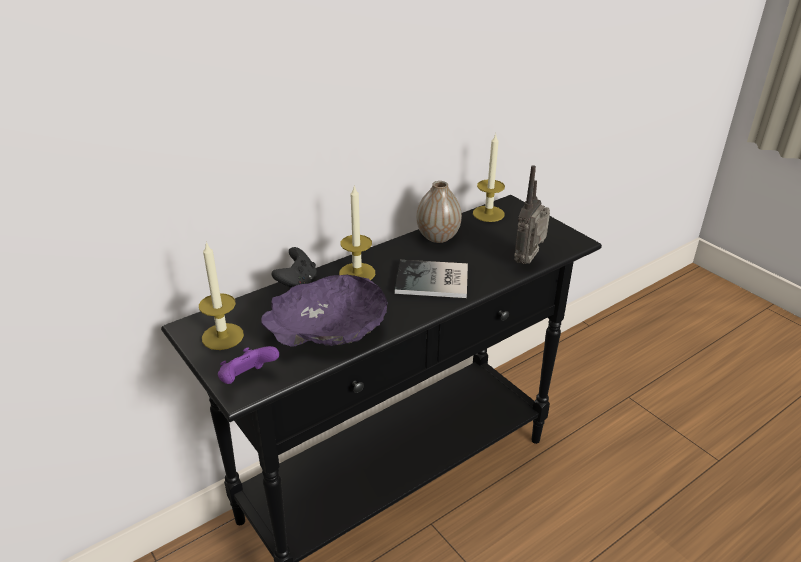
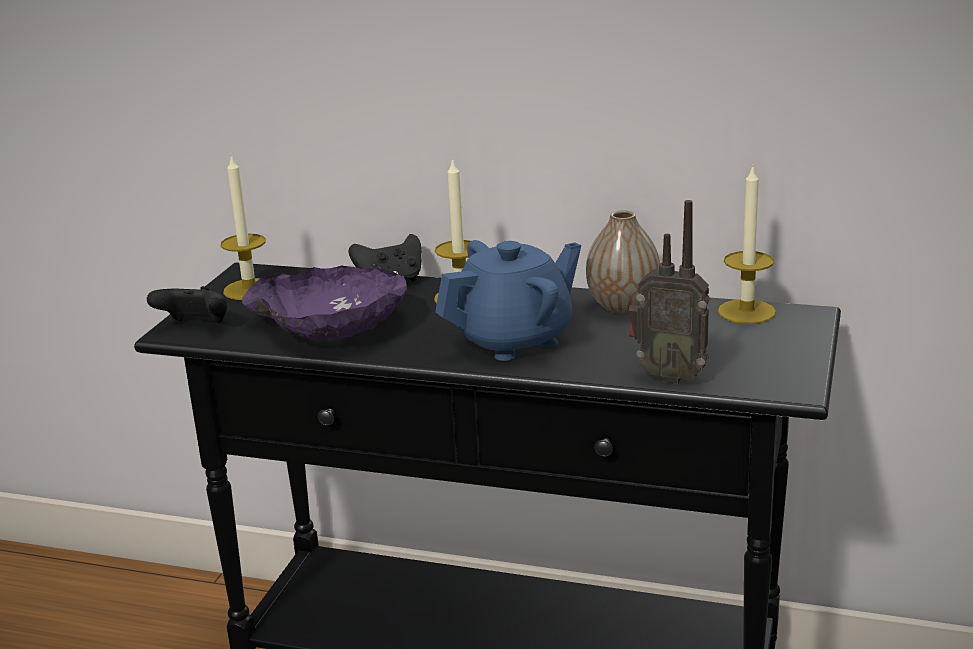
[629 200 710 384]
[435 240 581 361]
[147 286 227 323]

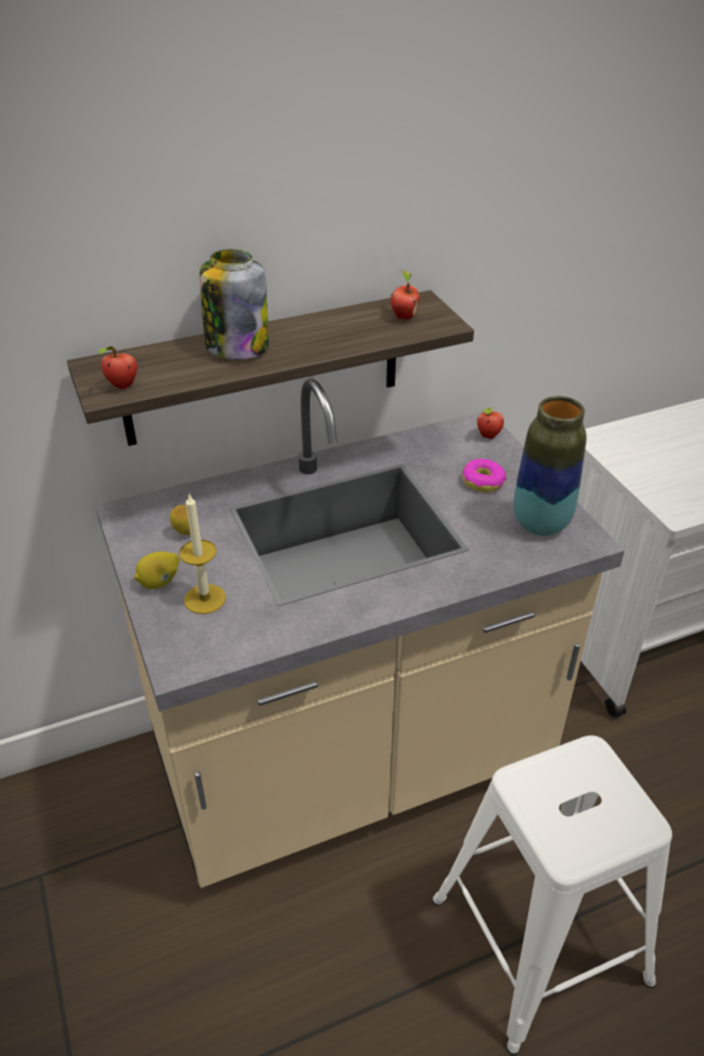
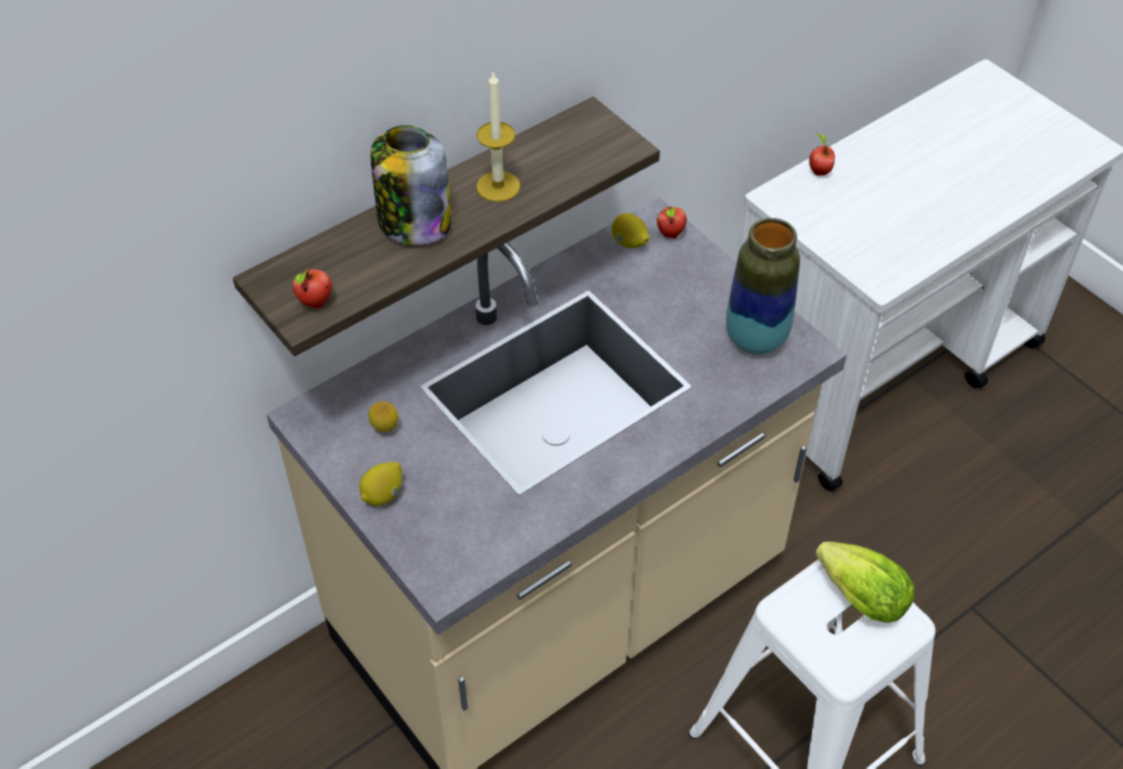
[809 133 835 175]
[462 459 506 492] (first image)
[476 73 520 202]
[611 213 649 248]
[815 542 915 623]

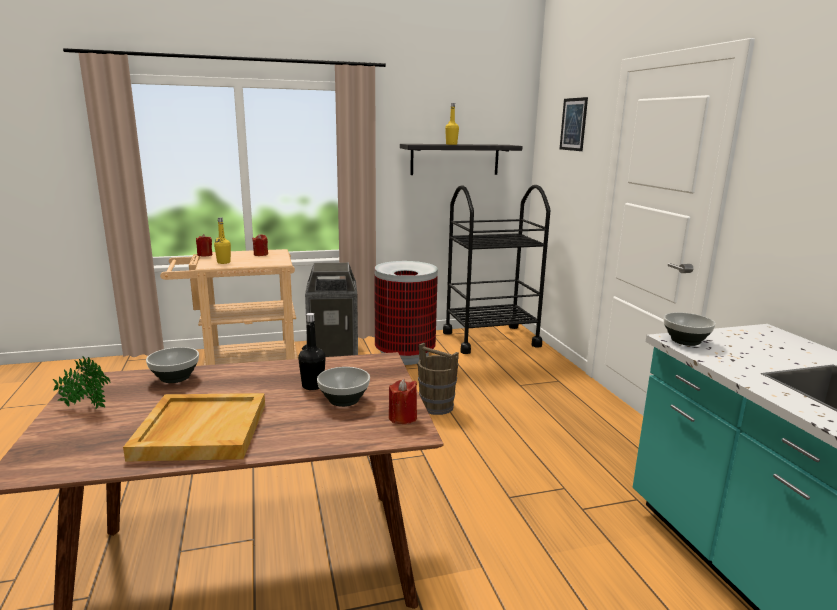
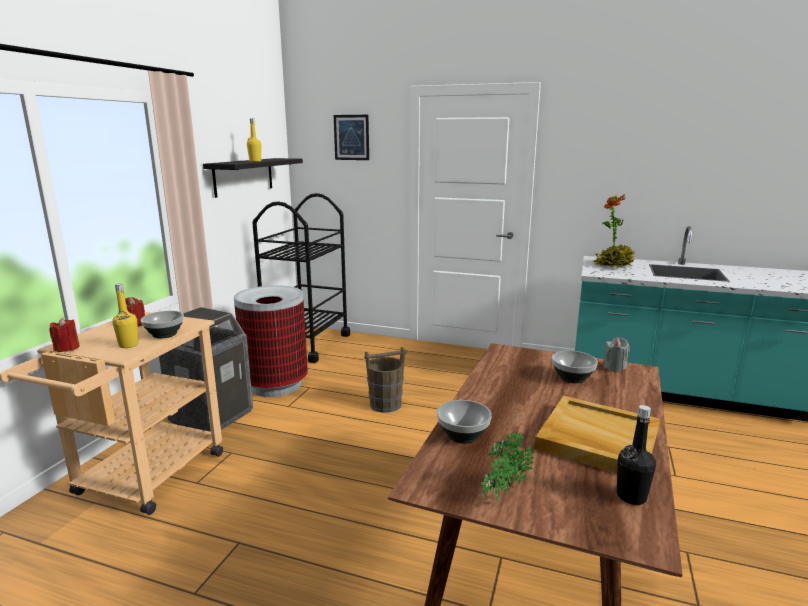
[141 311 184 338]
[617 405 656 505]
[604 337 630 372]
[593 194 635 267]

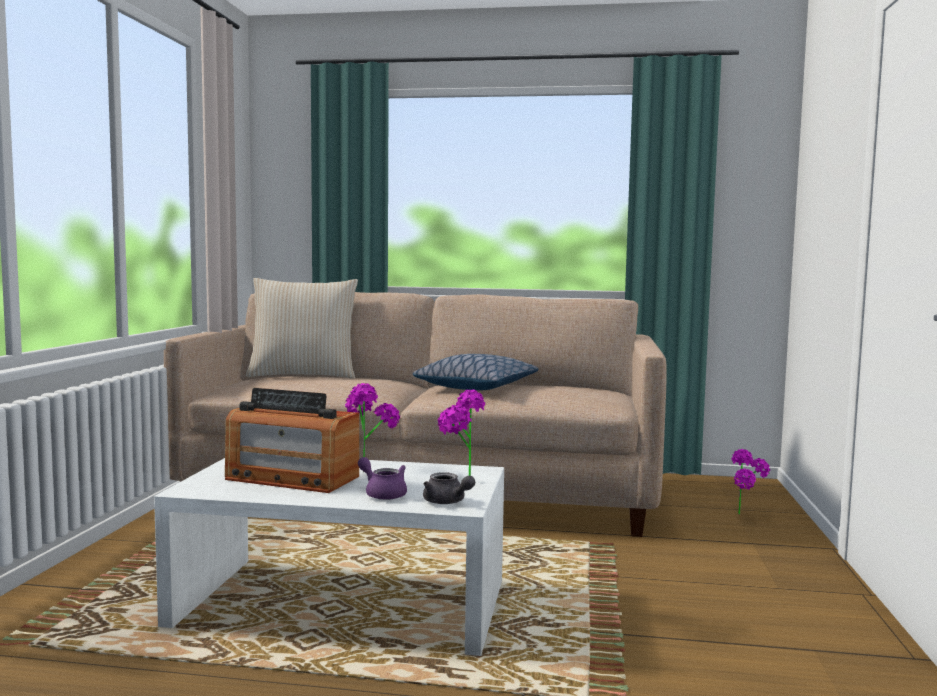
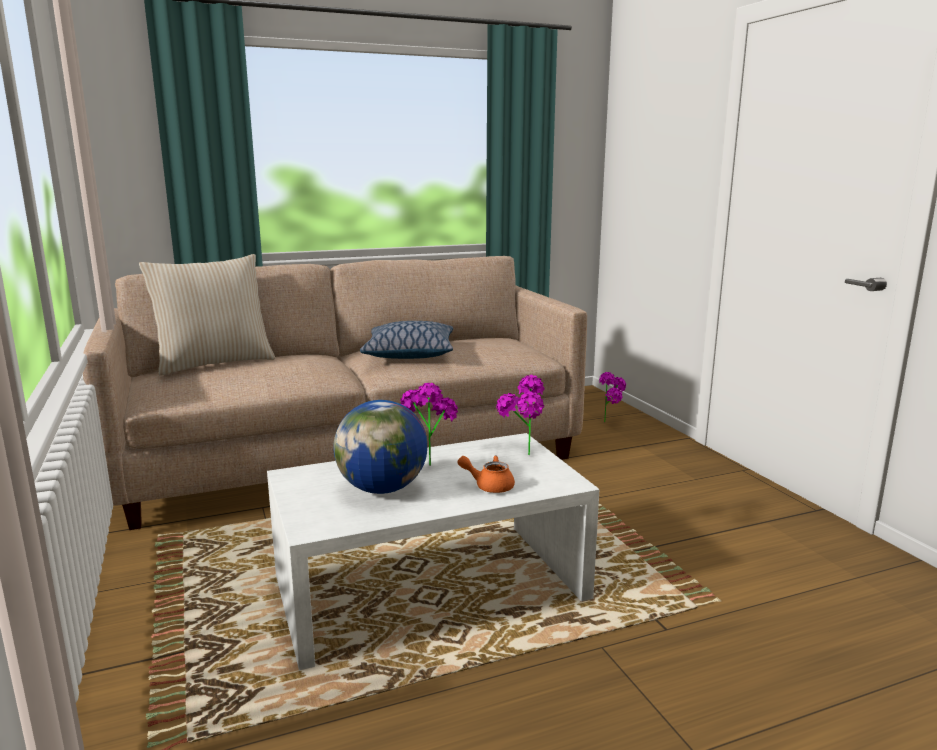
[333 400 427 494]
[458 456 515 493]
[423 472 475 504] (first image)

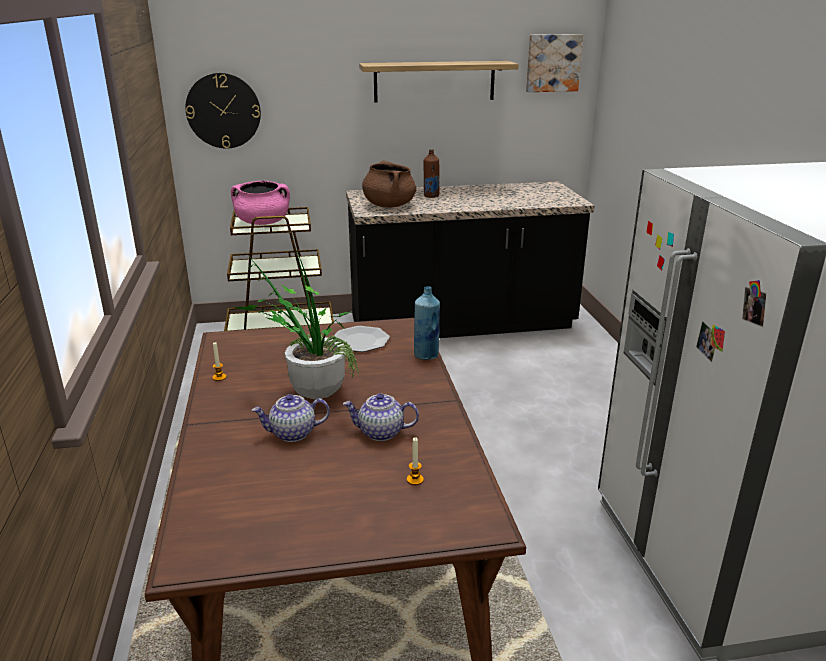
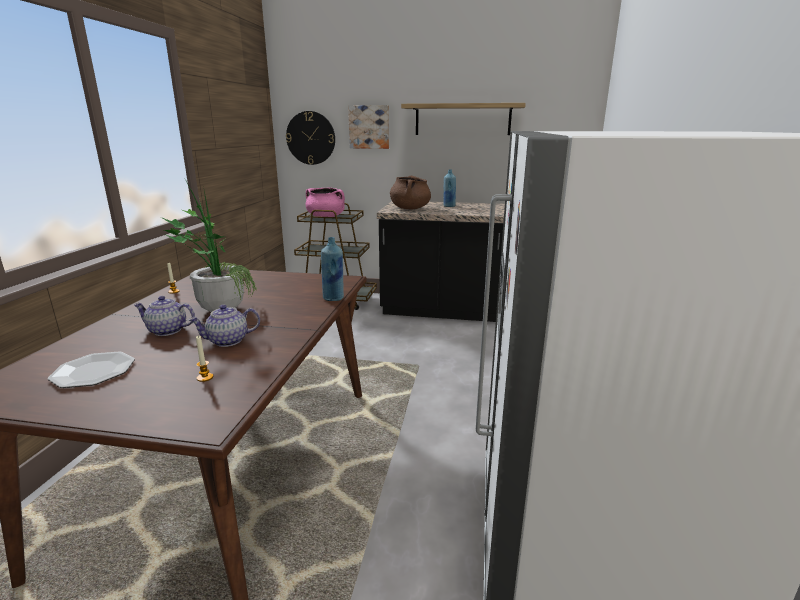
[348 105 389 149]
[443 169 456 207]
[48 352 135 388]
[188 305 260 347]

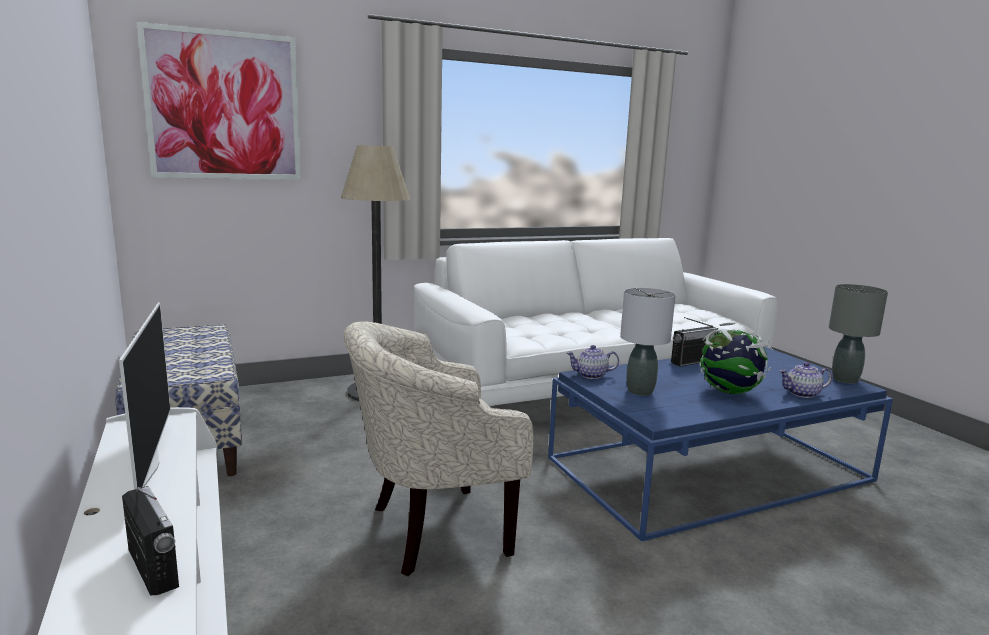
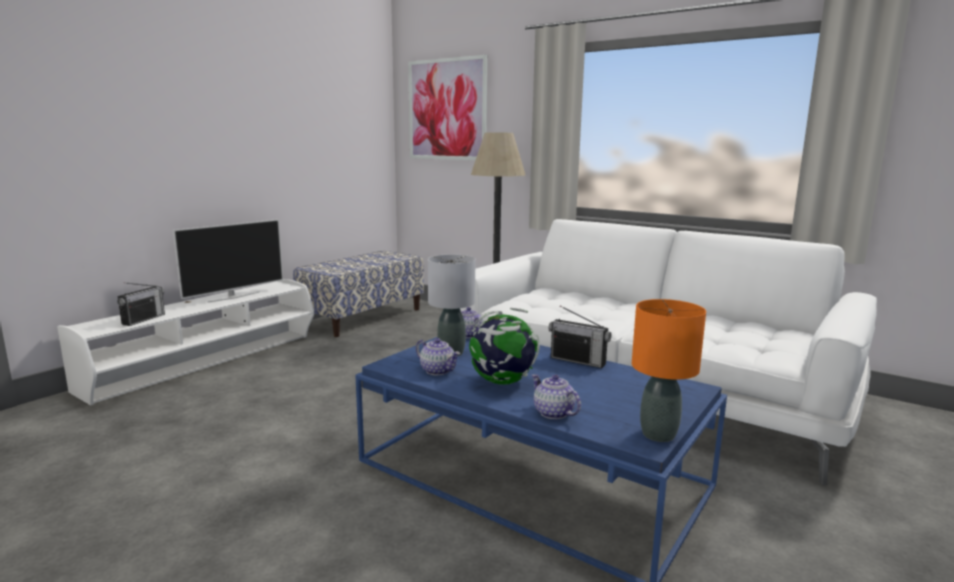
[632 299 706 442]
[343 321 533 576] (first image)
[416 338 460 375]

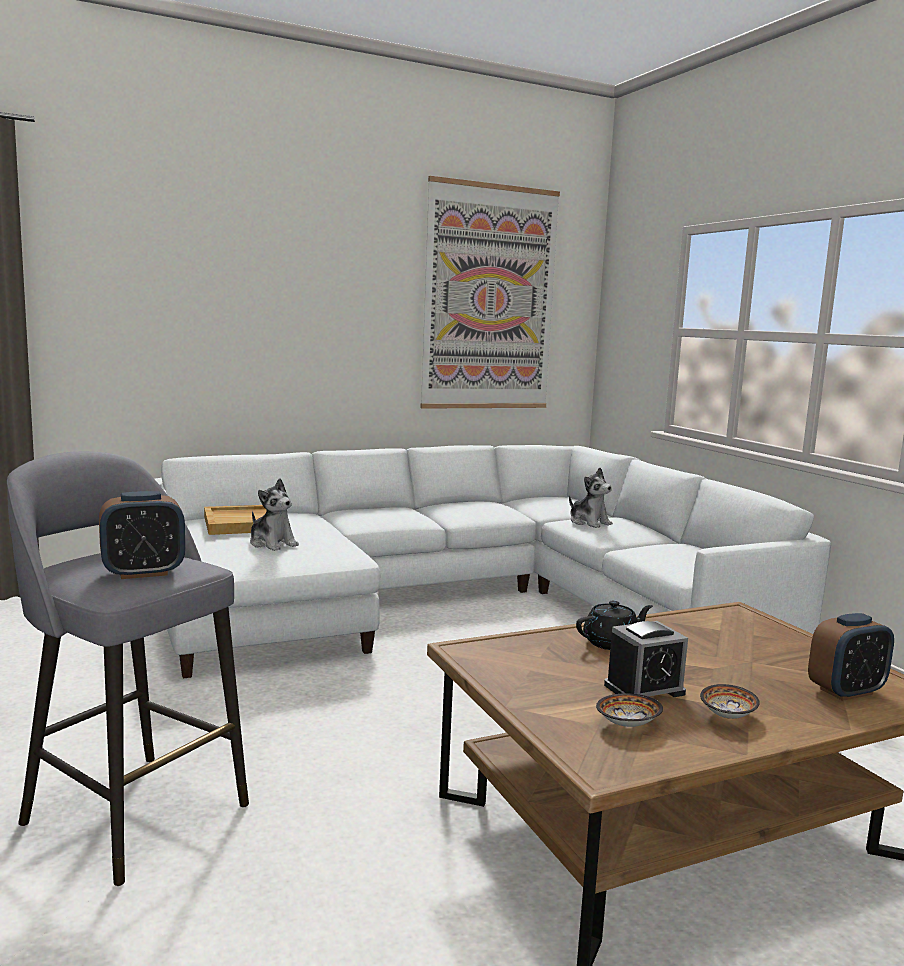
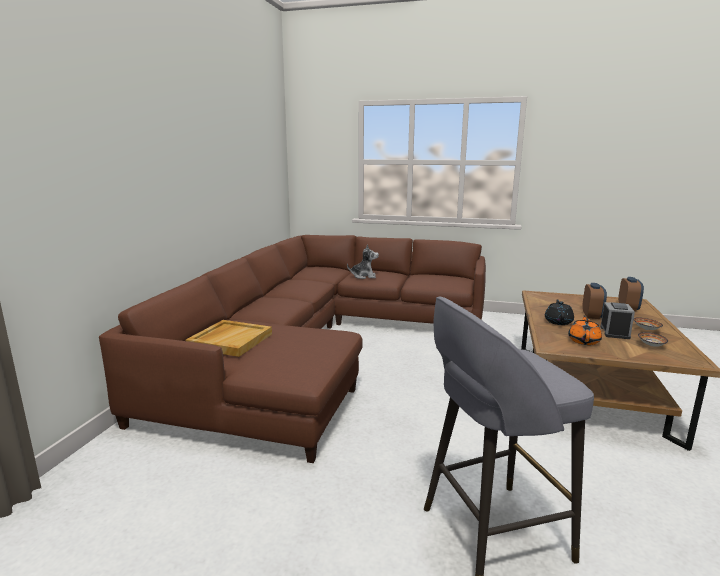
[420 176 560 409] (first image)
[99 235 486 463]
[250 478 299 551] (first image)
[582 283 607 319]
[568 316 602 345]

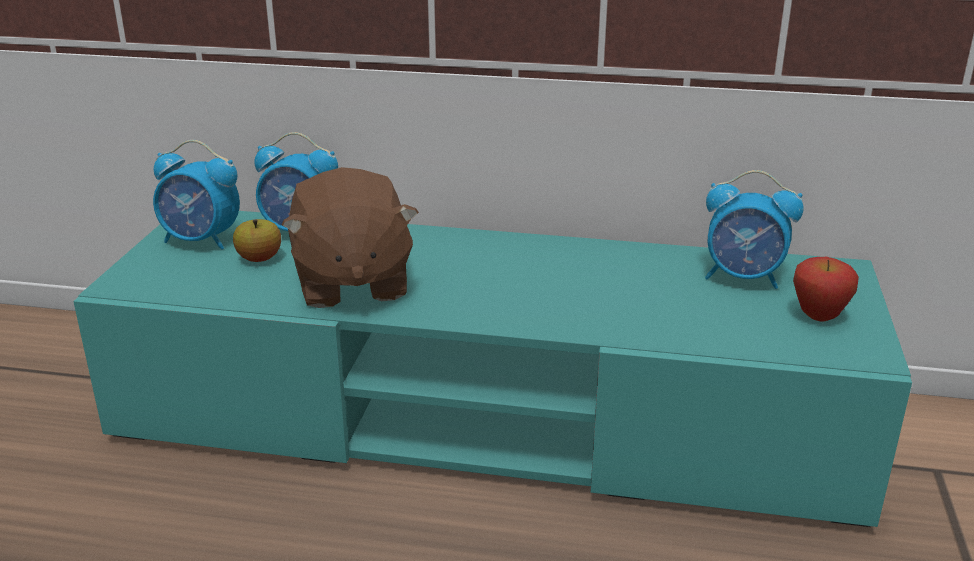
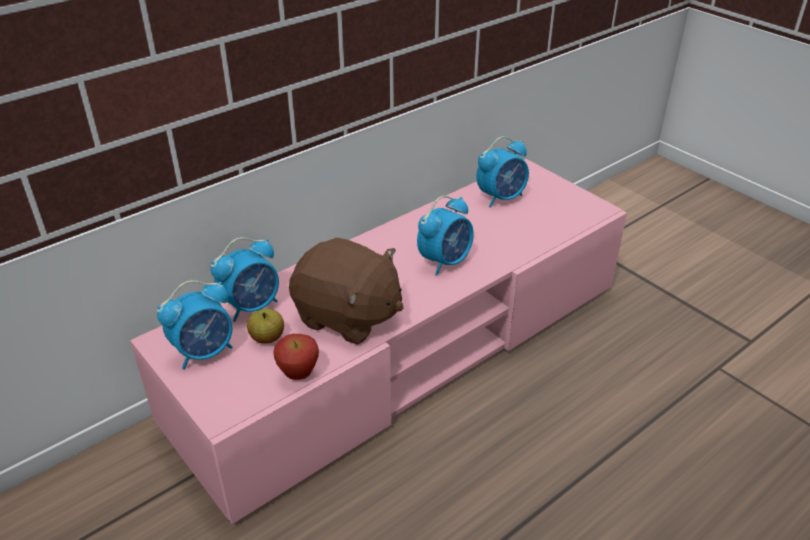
[130 159 627 524]
[273 334 319 380]
[417 196 474 276]

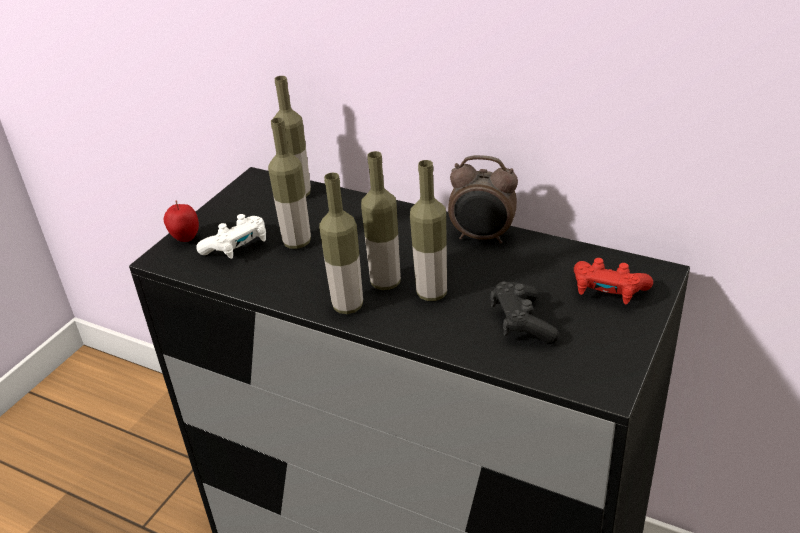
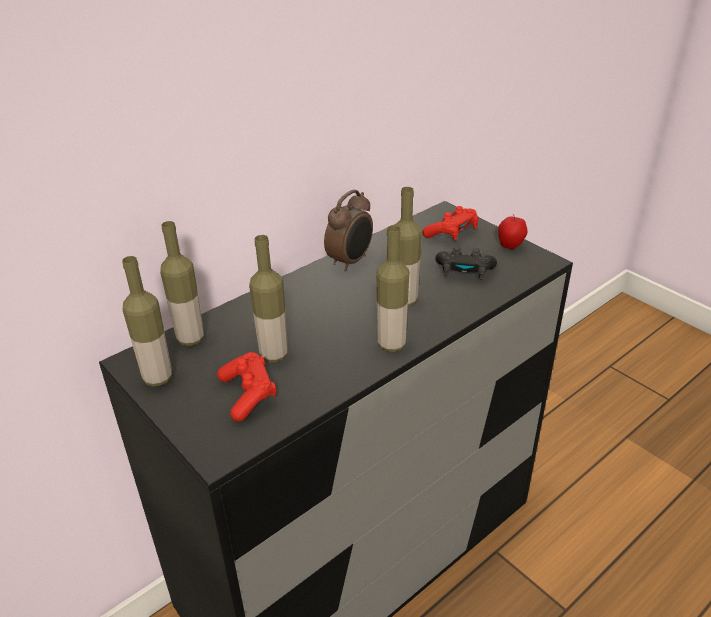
[122 256 172 387]
[498 214 527 249]
[217 352 276 422]

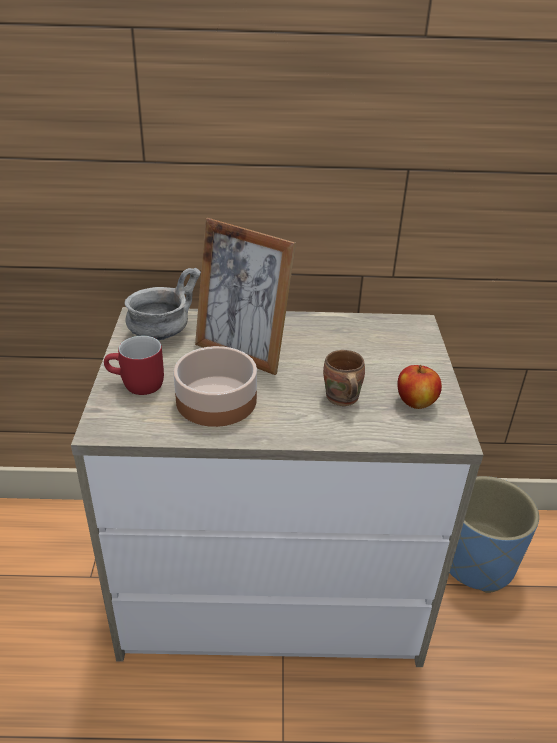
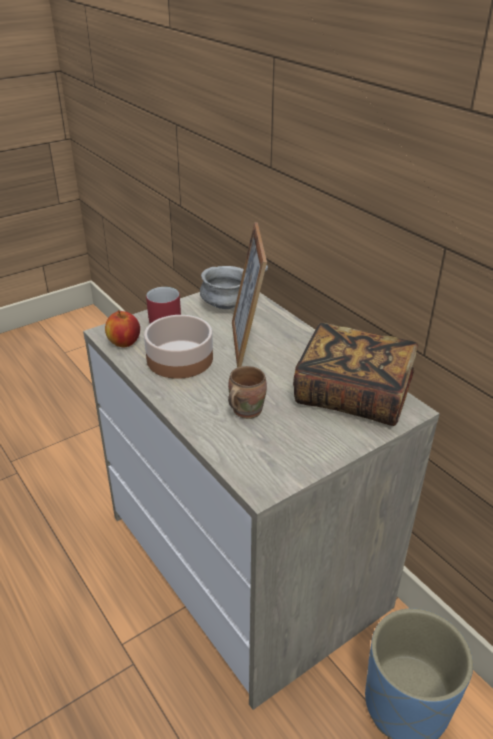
[105 310 140 347]
[293 322 418 426]

